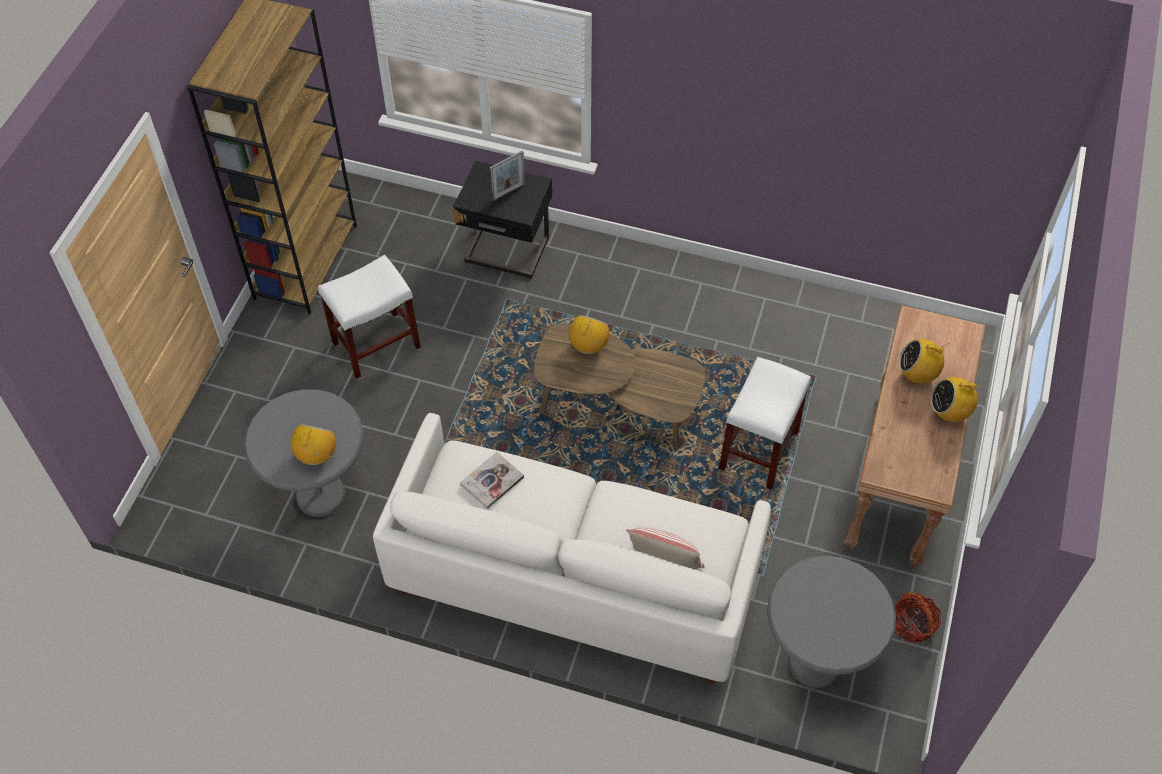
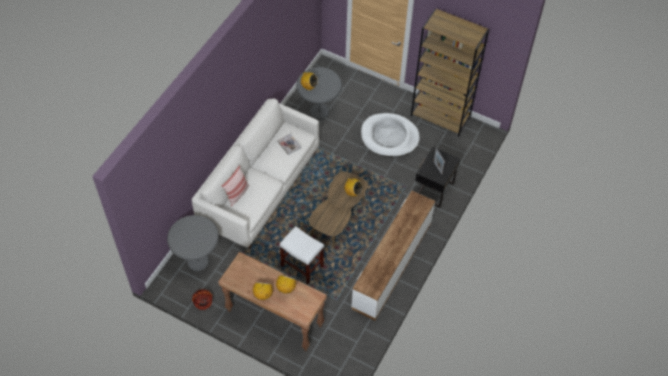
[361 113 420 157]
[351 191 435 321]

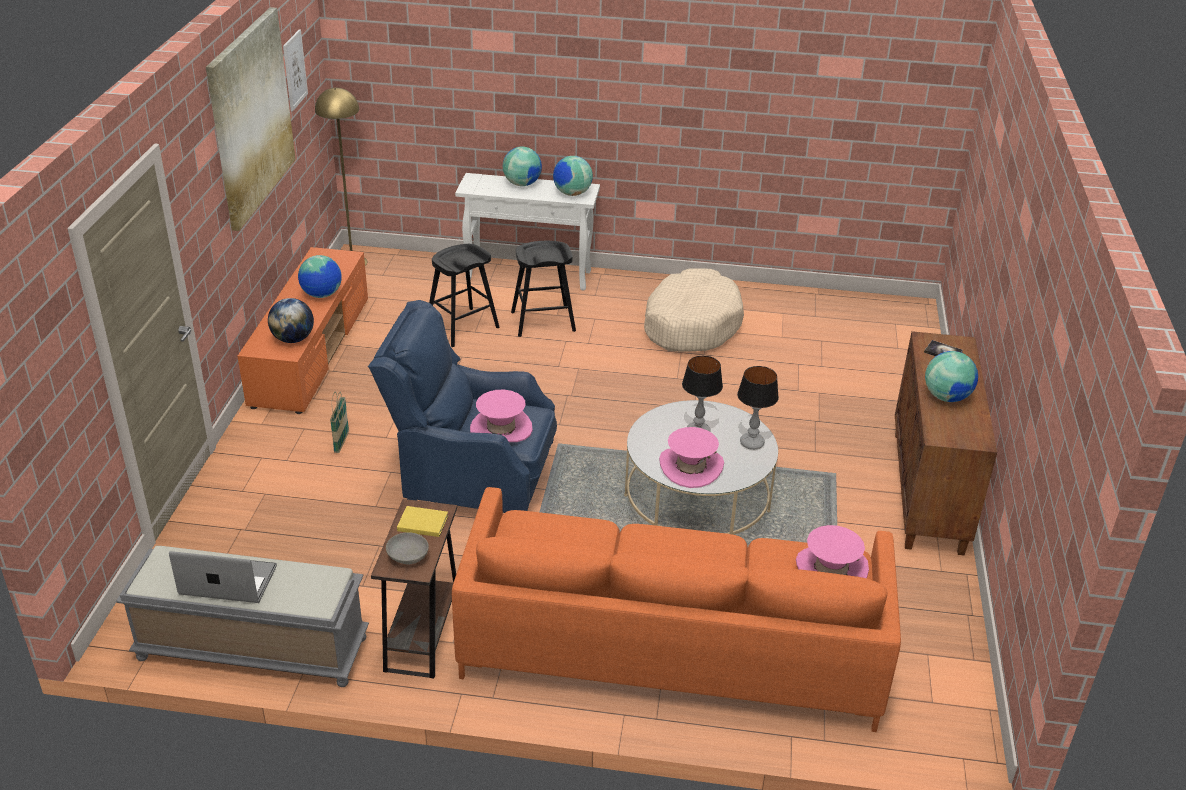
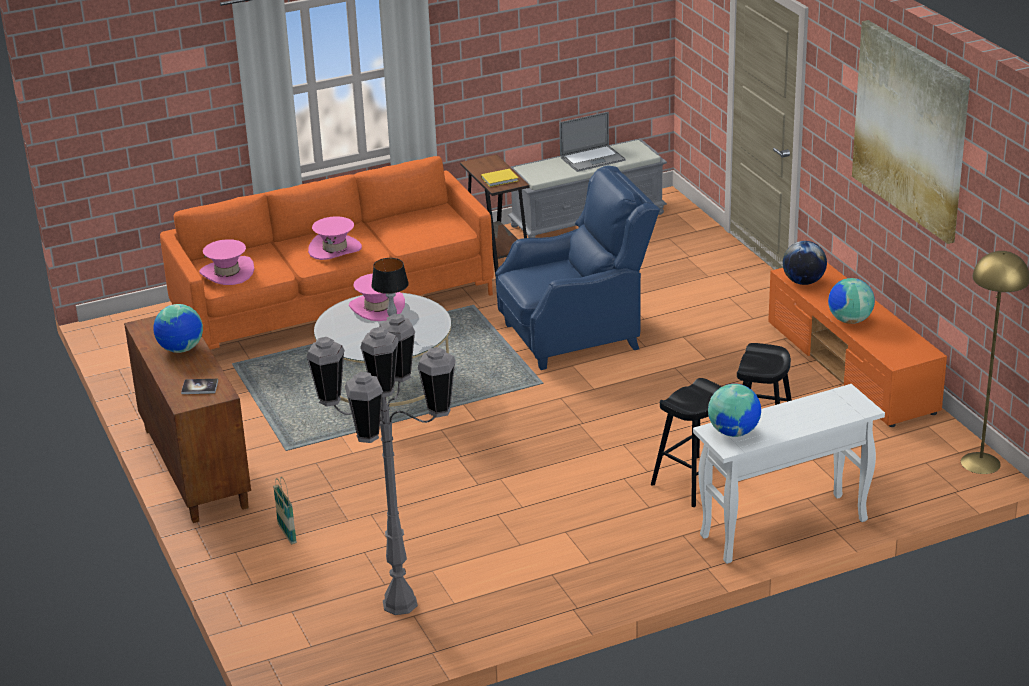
[283 29 308 111] (first image)
[503 147 542 186] (first image)
[644 268 744 352] (first image)
[737 366 779 450] (first image)
[308 216 362 260]
[273 477 297 544]
[386 532 429 565] (first image)
[306 314 456 615]

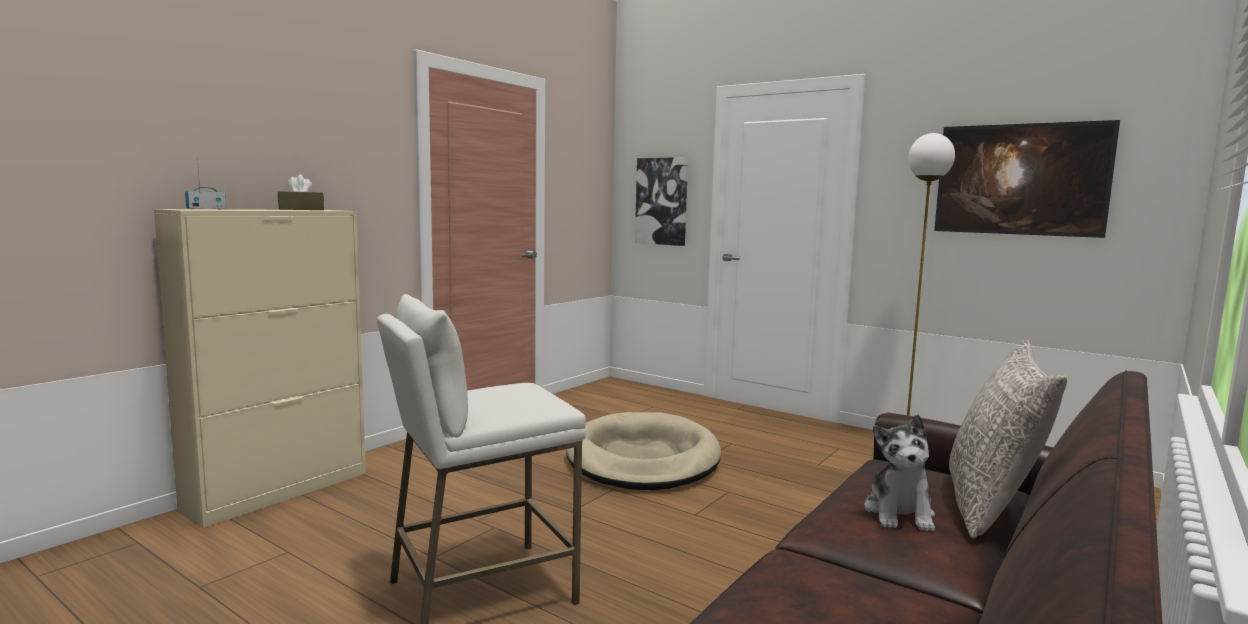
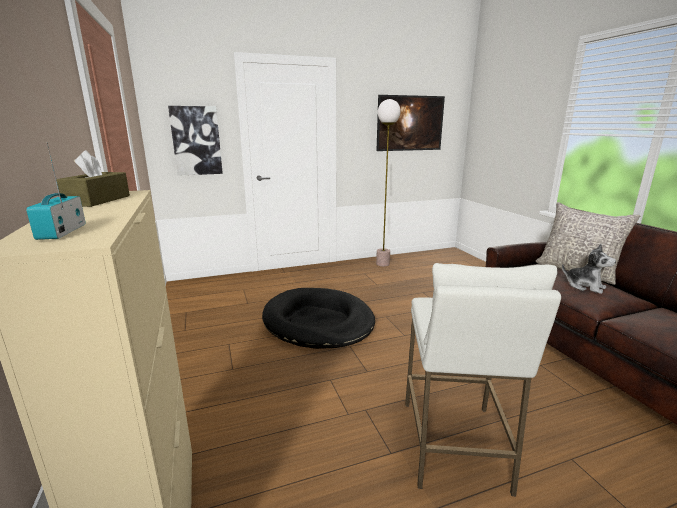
[262 288 375 349]

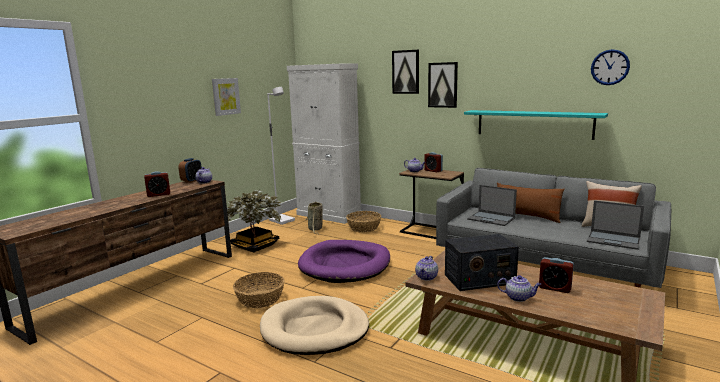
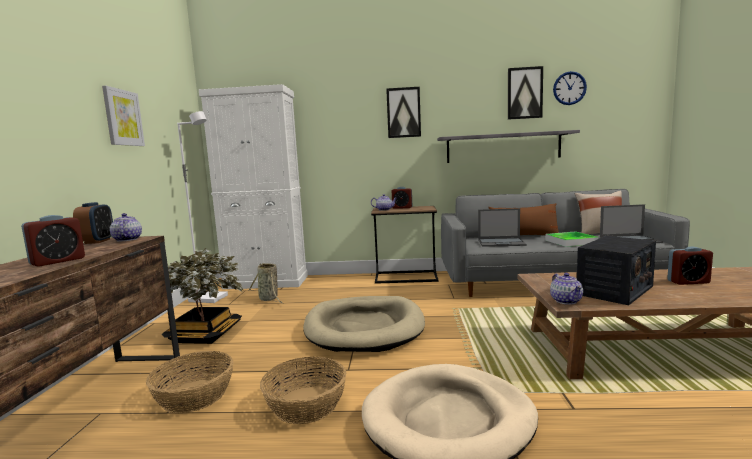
[508 66 543 120]
[437 130 580 163]
[146 351 234 413]
[303 296 425 352]
[497 275 541 302] (first image)
[545 231 599 247]

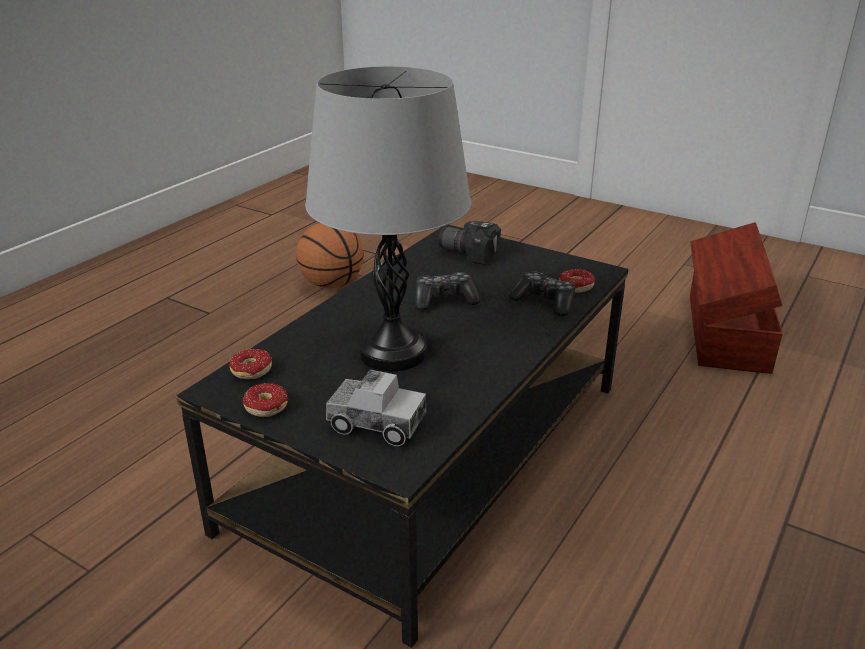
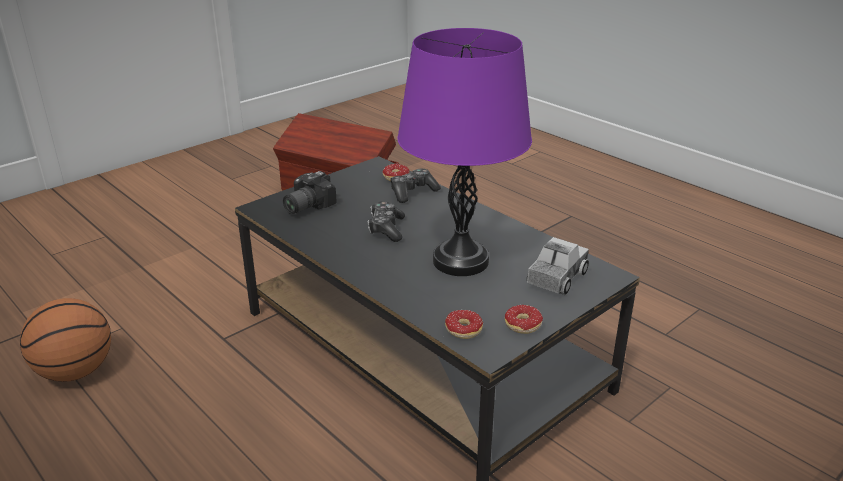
[397 28 532 276]

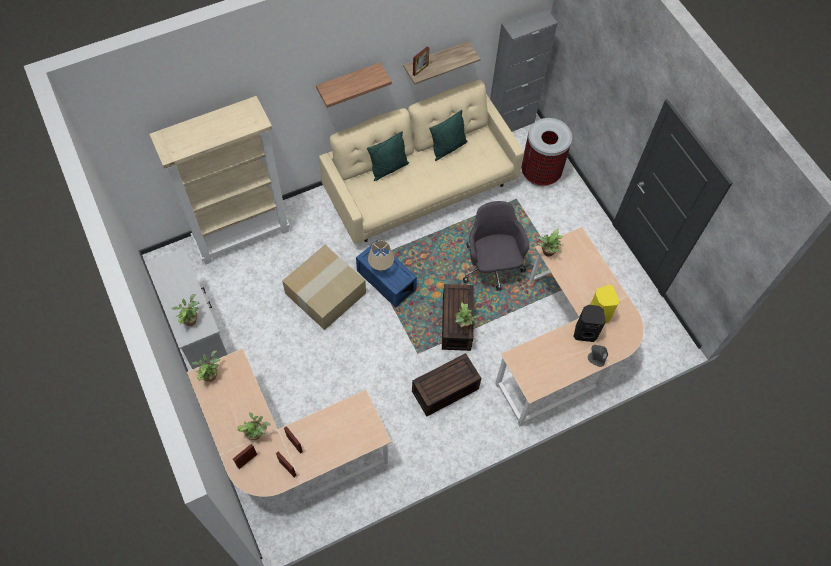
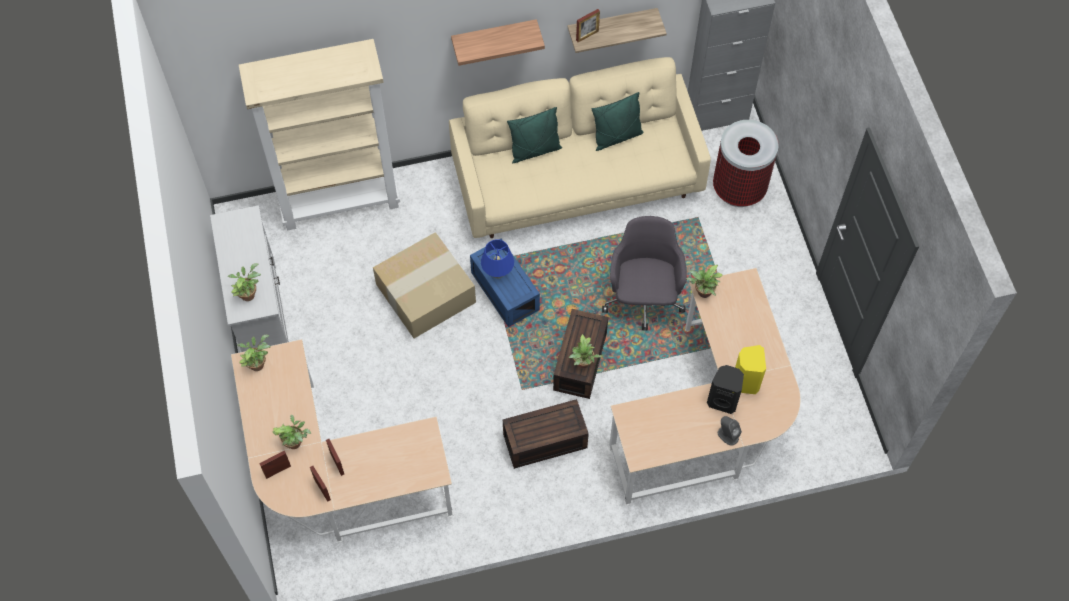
[481 240 514 279]

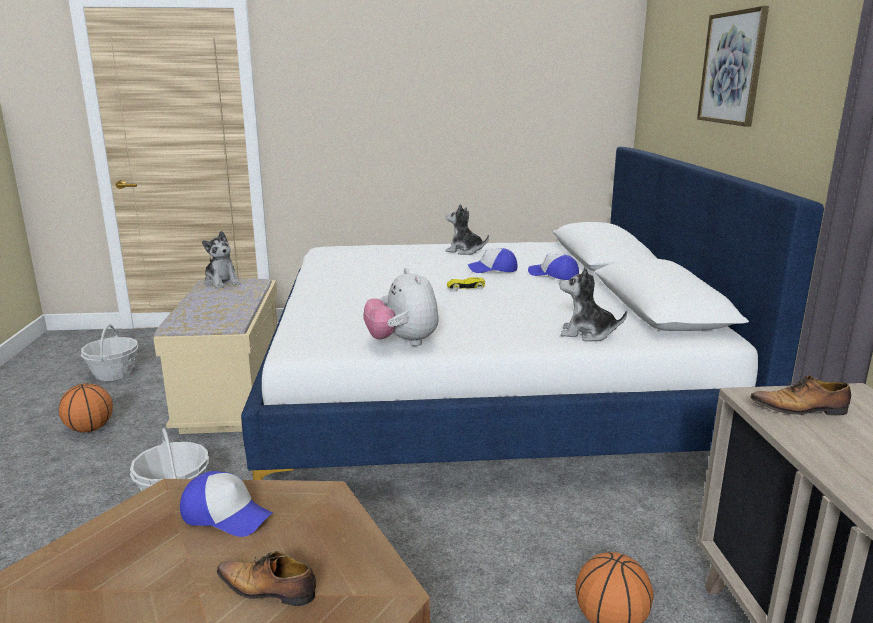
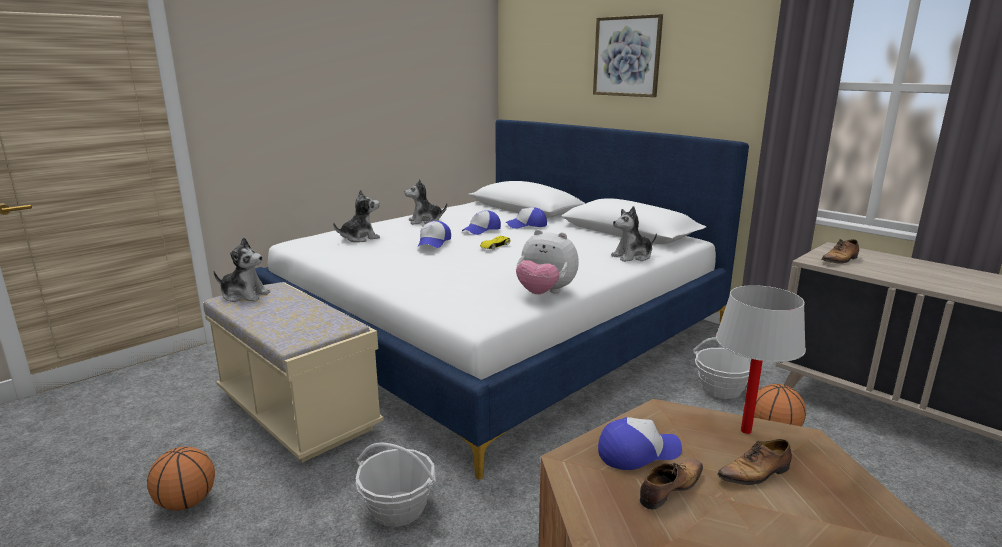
[693 337 751 399]
[333 189 380 242]
[418 221 451 248]
[716 285 806 434]
[640 459 703 510]

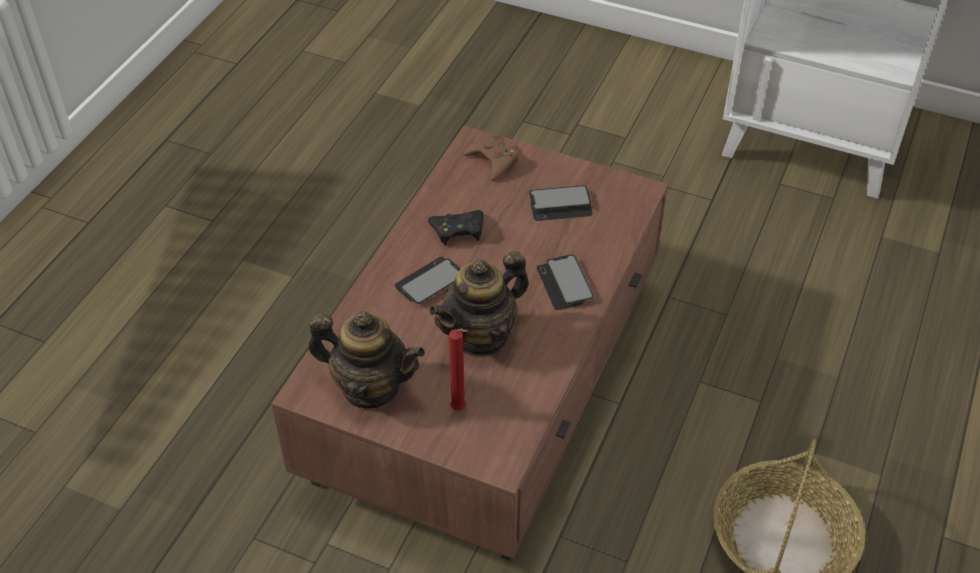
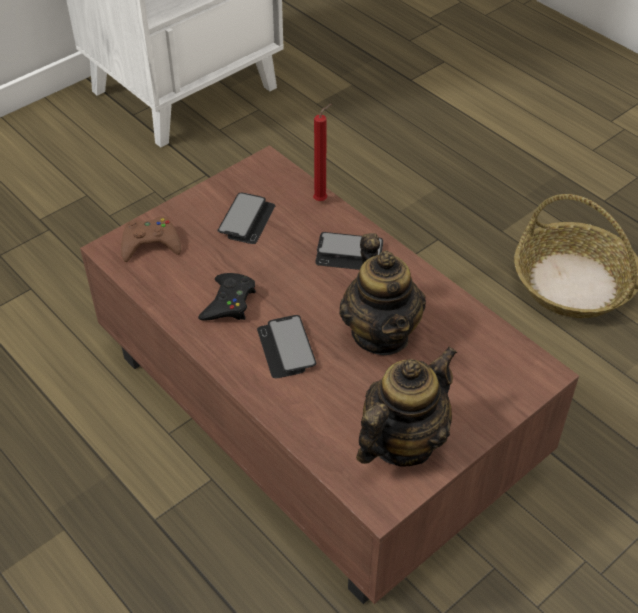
[313 104 331 201]

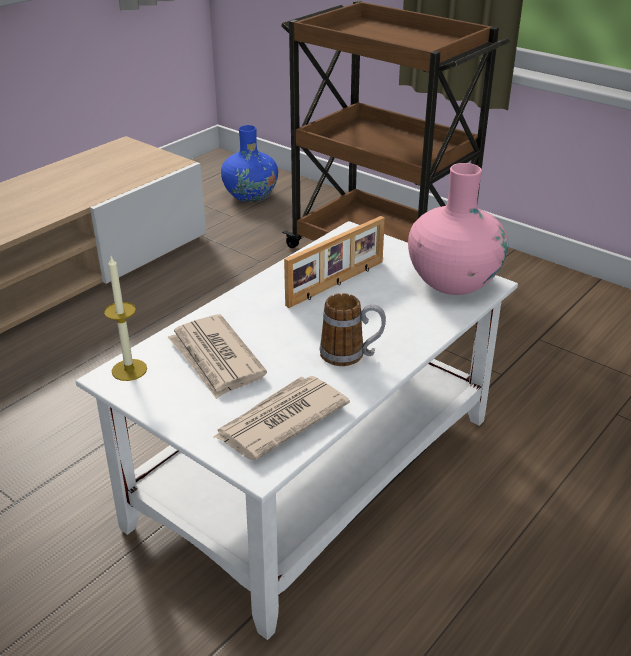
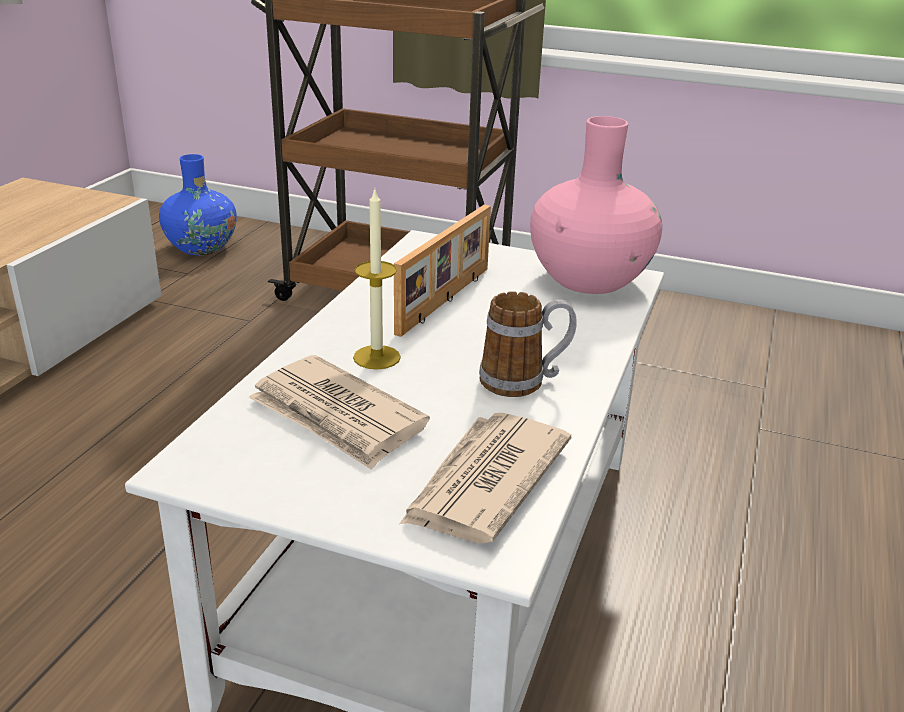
[353 188 401 370]

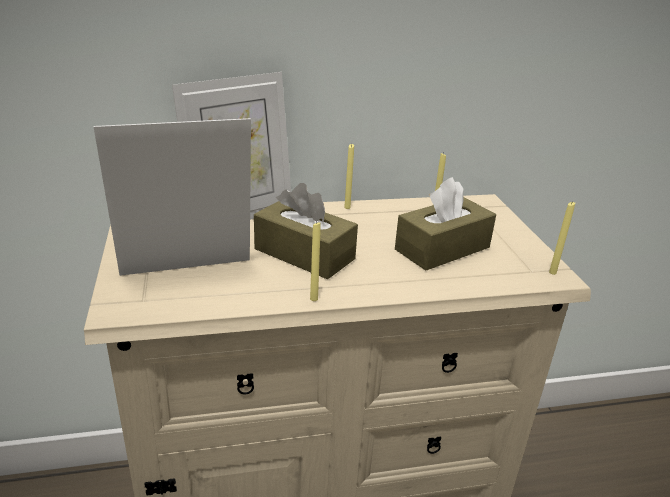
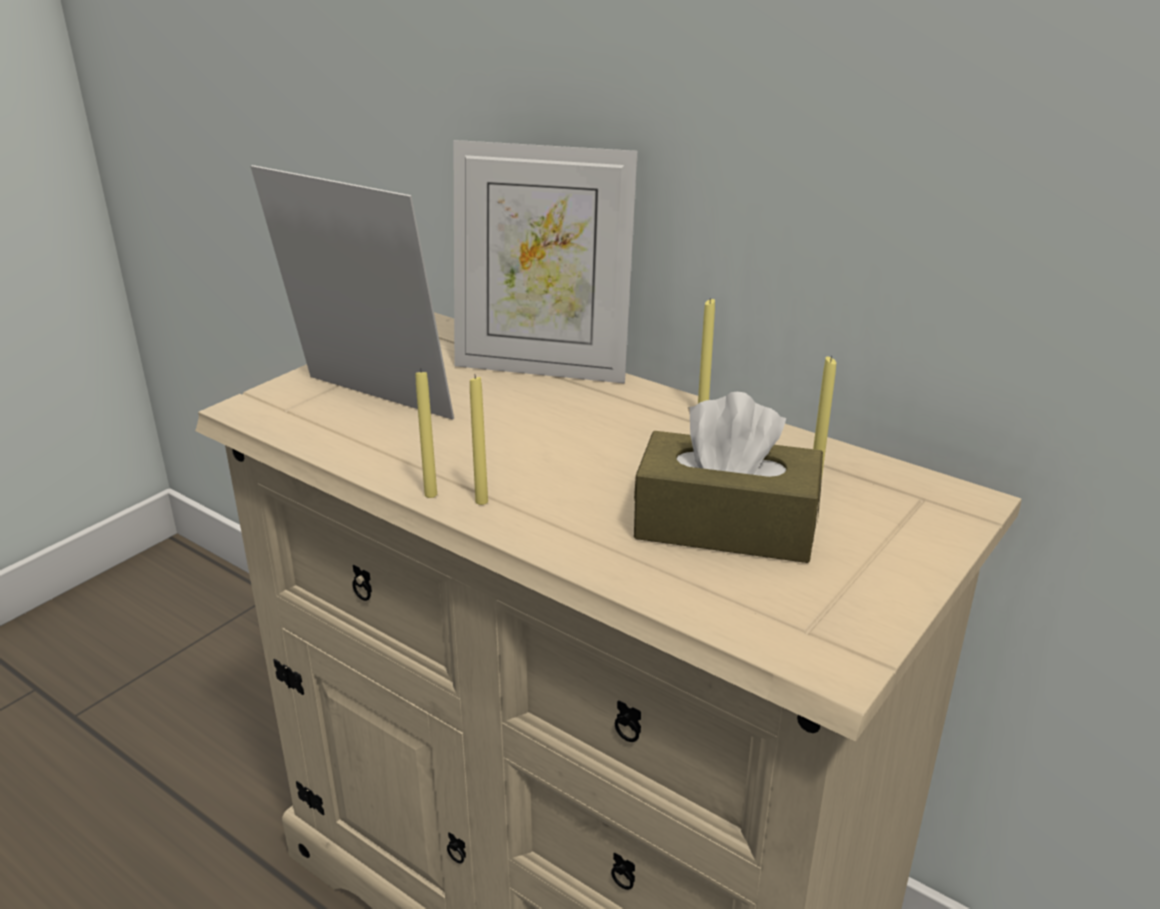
[254 183 358 279] (first image)
[470 376 488 505]

